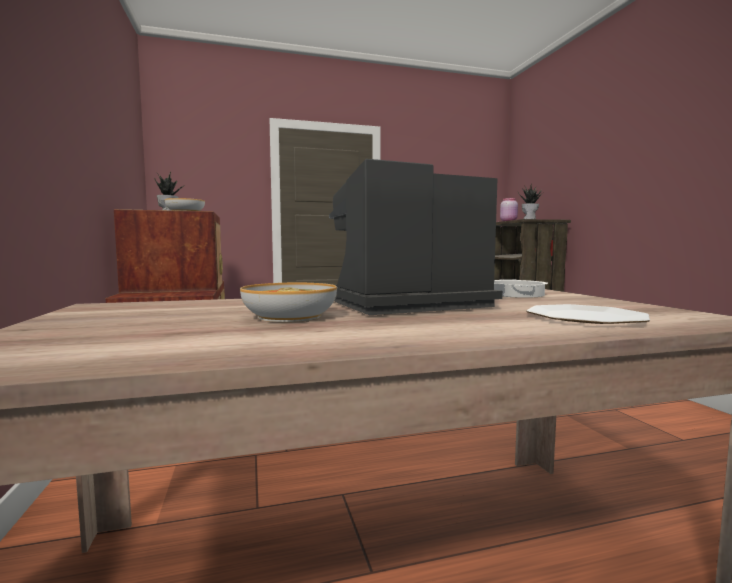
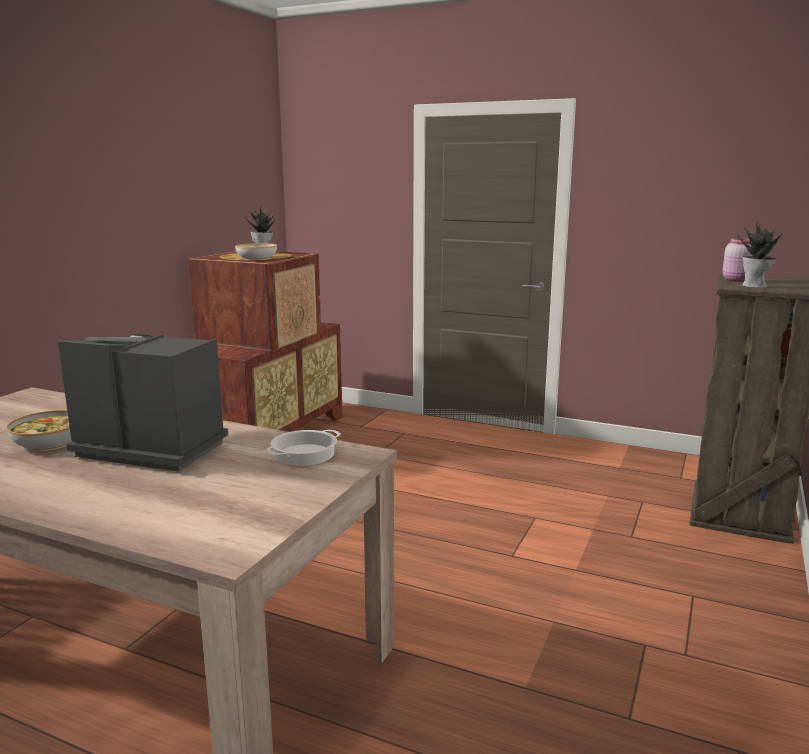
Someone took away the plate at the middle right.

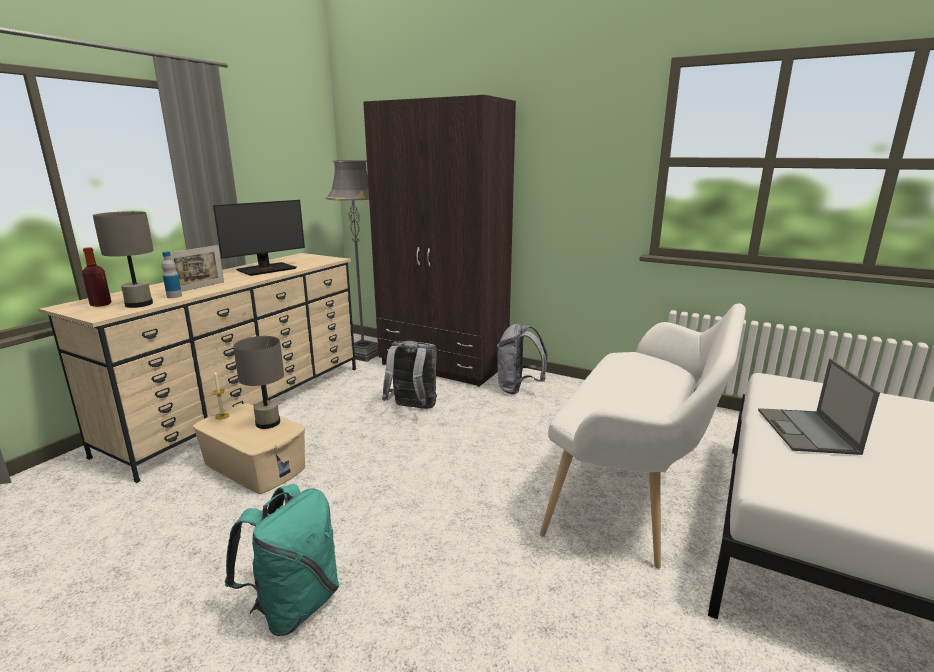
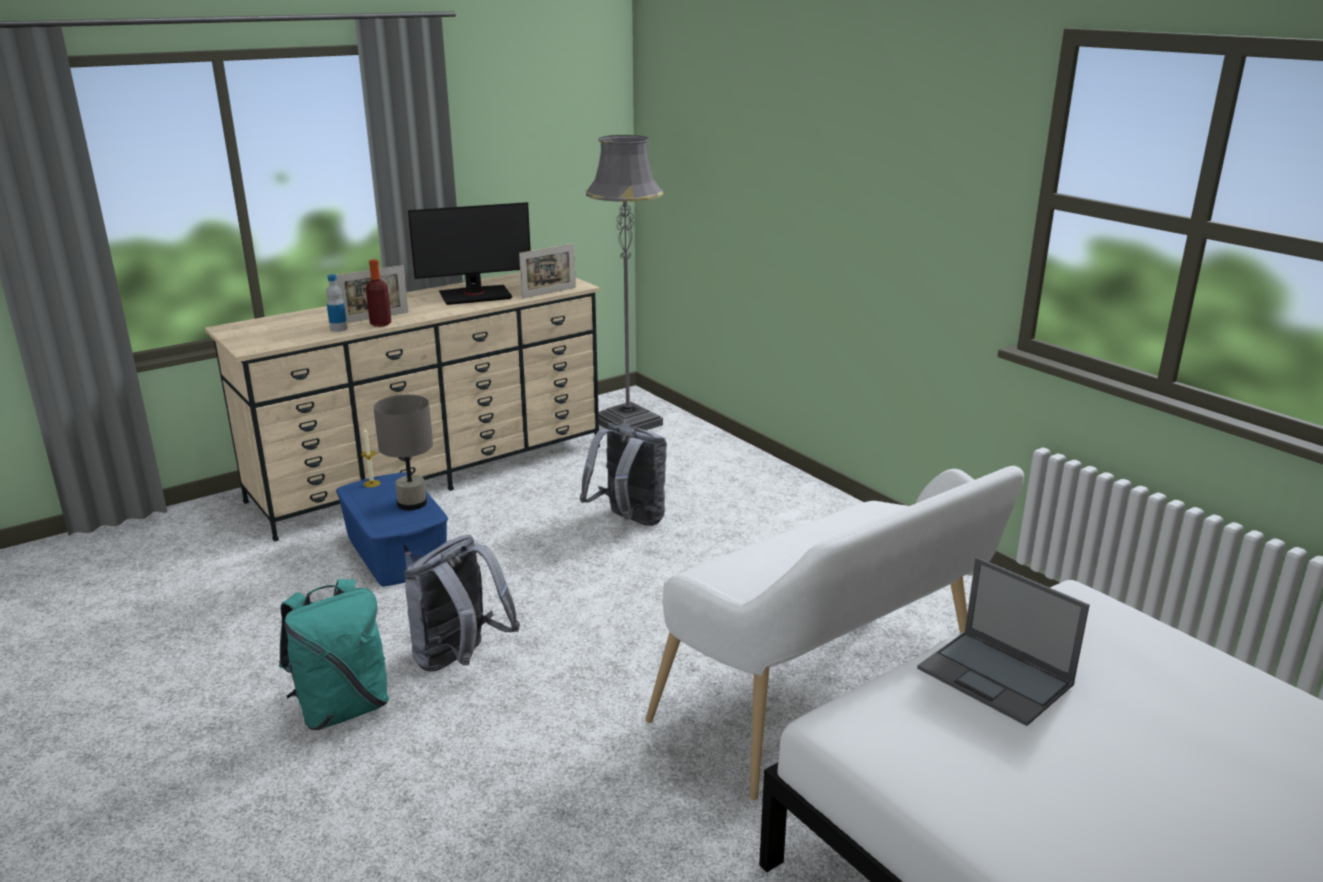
Someone took away the grey table lamp (1st from left) at the middle left.
Someone took away the brown-coloured wardrobe at the centre.
Someone put down the photo frame (2nd from left) at the top centre.
Someone carried the drink bottle (1st from left in the first image) from the middle left to the top left.
Someone carried the grey backpack (2nd from left in the first image) from the centre to the bottom centre.
Someone repainted the beige-coloured storage box at the bottom left, which became the blue storage box at the middle left.
Someone rotated the notebook computer at the middle right by 75 degrees counterclockwise.

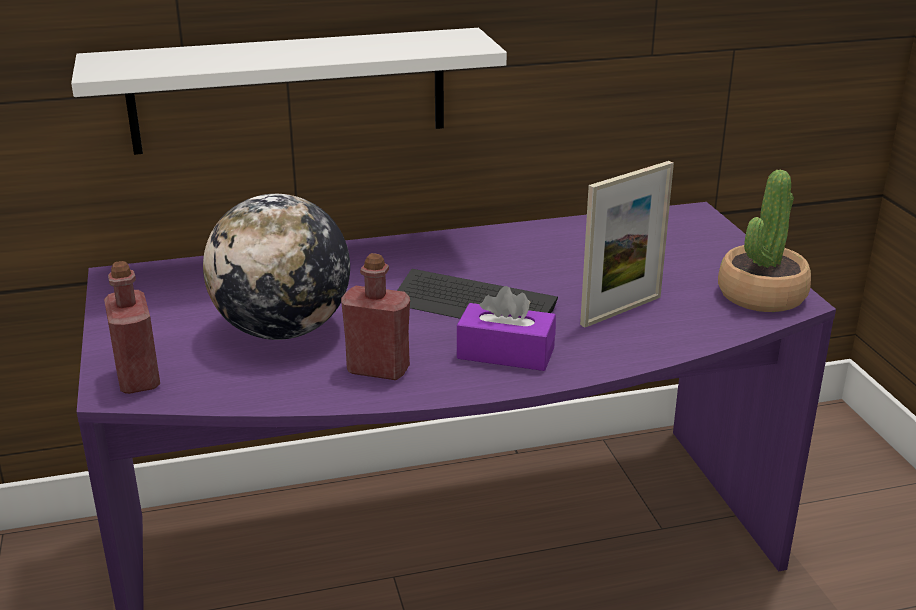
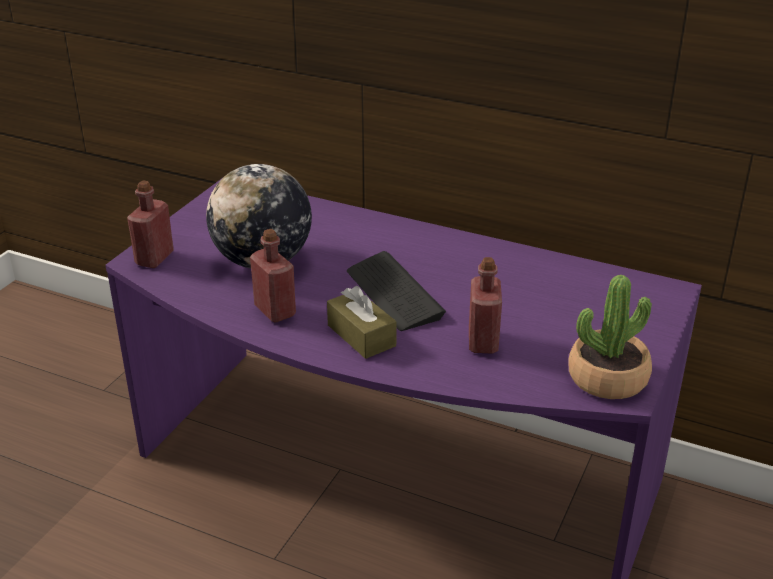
Someone took away the white bracket shelf at the top left.
Someone swapped the photo frame at the middle right for the reddish drink bottle (3rd from left) at the centre.
Someone repainted the purple tissue holder at the centre, which became the brown-coloured tissue holder at the centre.

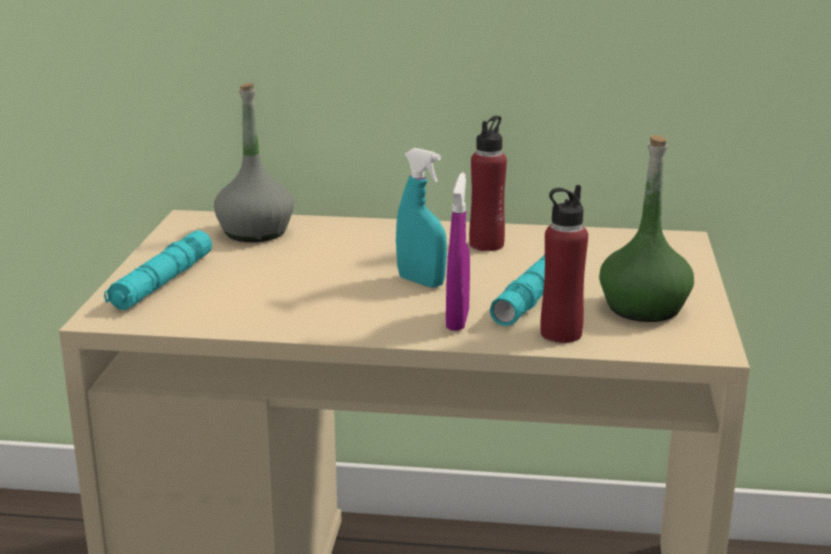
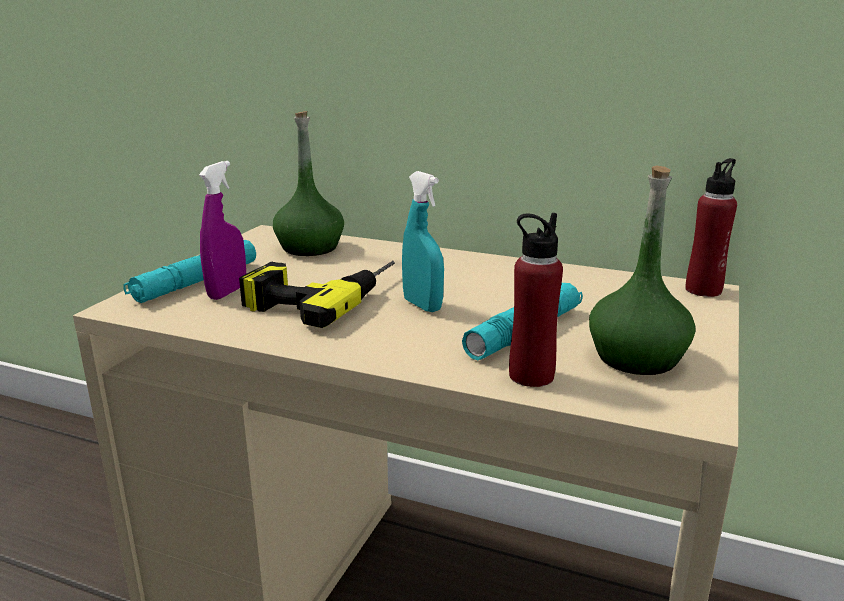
Someone put down the electric drill at the centre.
Someone carried the purple sprayer from the centre to the middle left.
Someone carried the reddish drink bottle (1st from left in the first image) from the top centre to the middle right.
Someone repainted the grey drink bottle at the top left, which became the green-coloured drink bottle (1st from left) at the top centre.

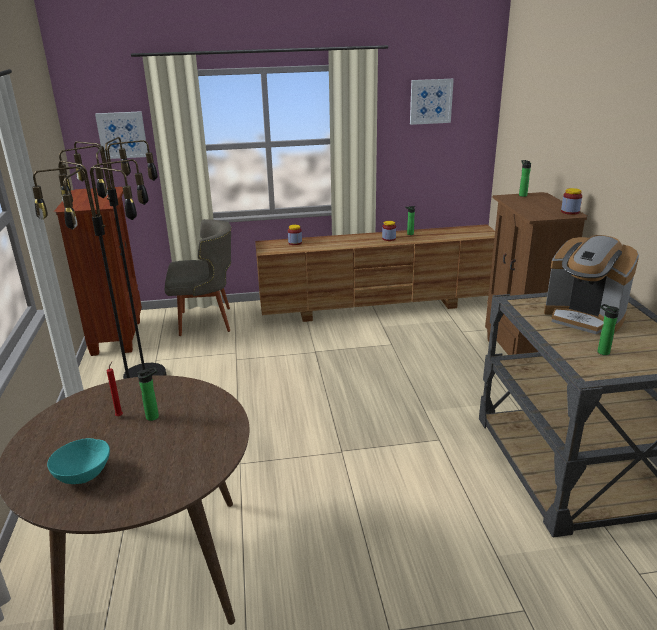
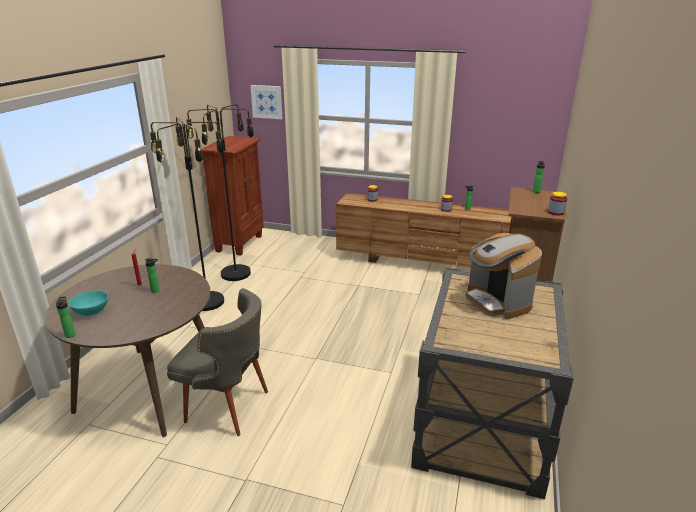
Someone took away the picture (2nd from left) at the top centre.
Someone carried the grey plain chair from the middle left to the bottom left.
Someone carried the drink bottle (4th from left in the first image) from the middle right to the middle left.

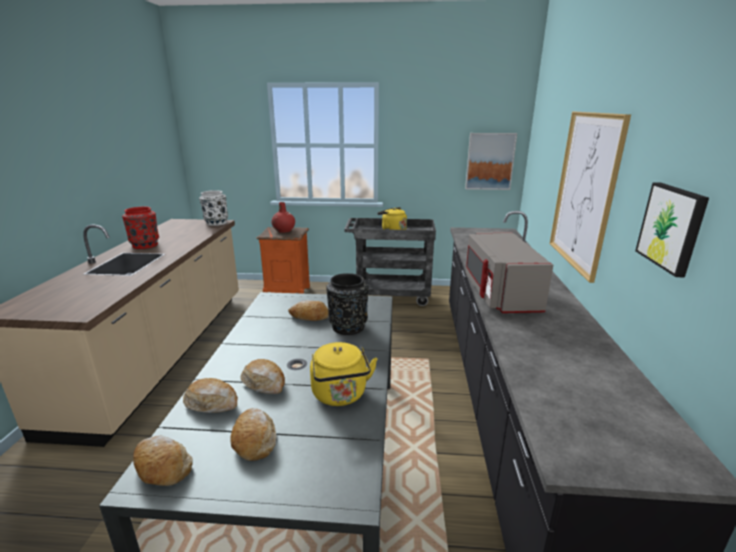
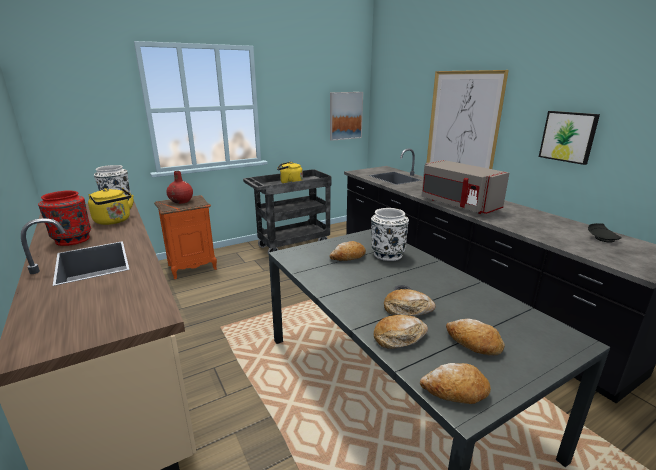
Someone put down the black-coloured plate at the middle right.
Someone carried the yellow tea kettle (1st from left) from the bottom centre to the middle left.
Someone repainted the black-coloured decorative vase at the centre, which became the white decorative vase (2nd from left) at the centre.

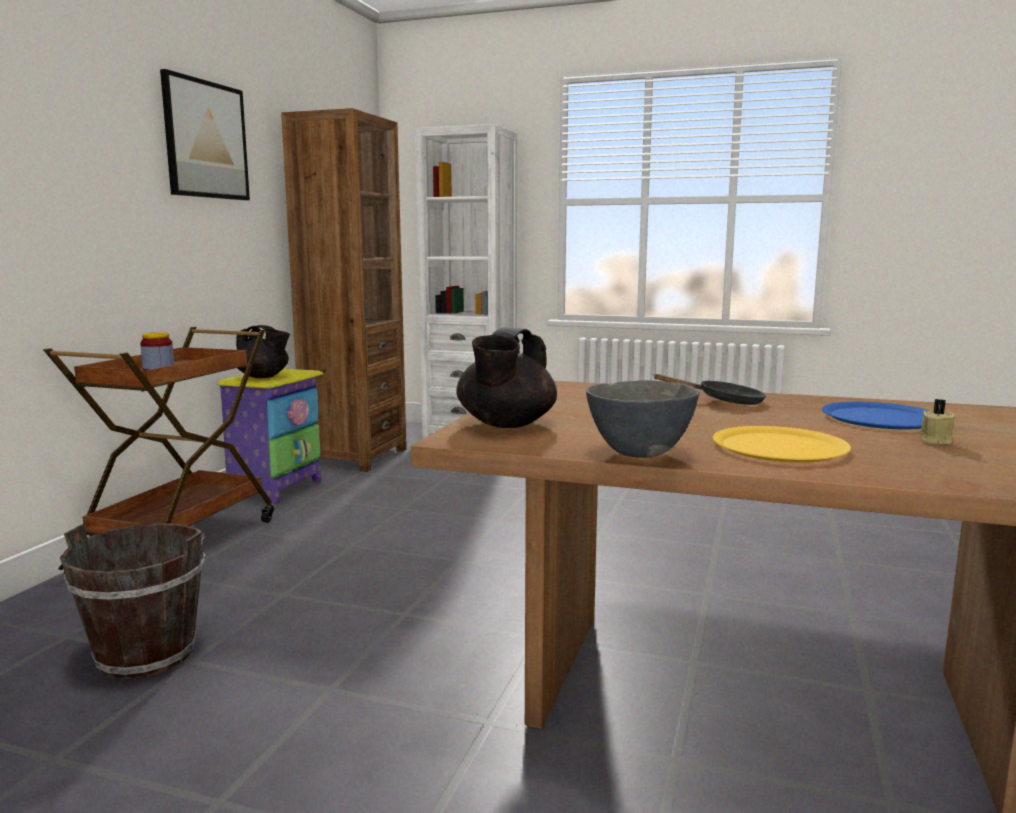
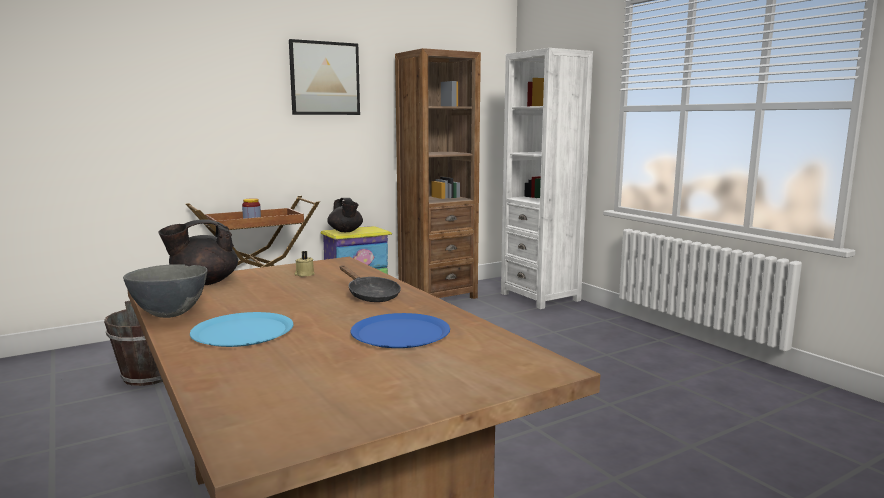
Someone carried the beige-coloured wax candle from the middle right to the centre.
Someone repainted the yellow plate at the middle right, which became the blue plate (1st from left) at the middle left.

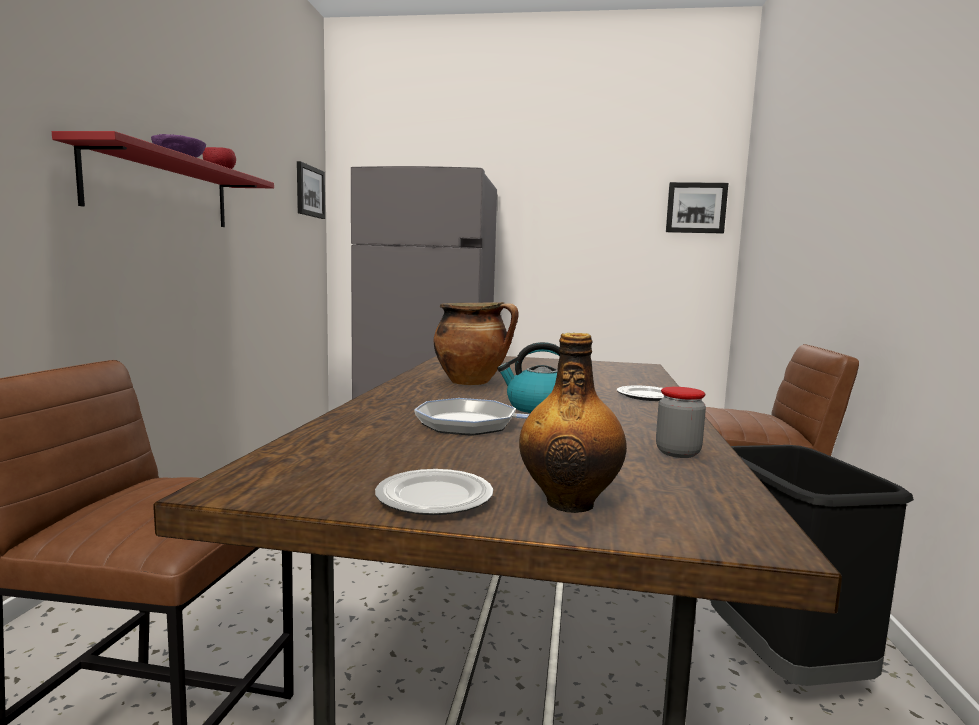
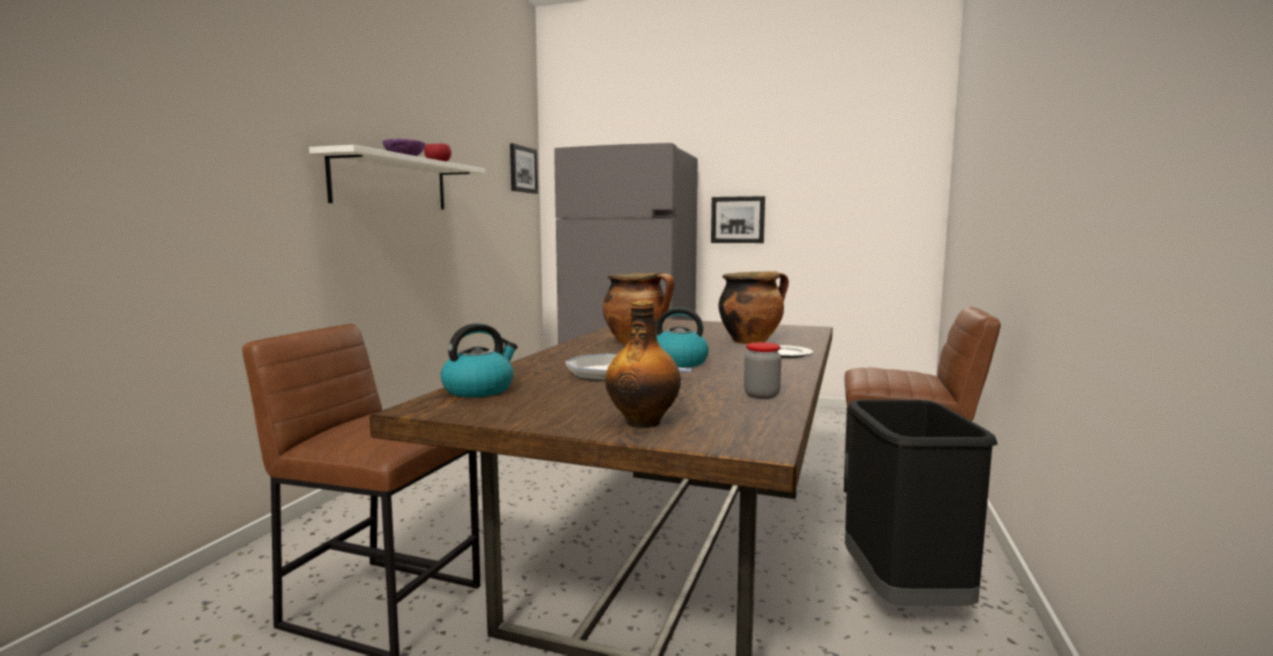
Someone took away the plate (1st from left) at the bottom centre.
Someone put down the tea kettle (1st from left) at the centre.
Someone put down the stockpot (2nd from left) at the centre.
Someone carried the picture (2nd from left) from the top right to the centre.
Someone repainted the reddish bracket shelf at the top left, which became the white bracket shelf at the top left.

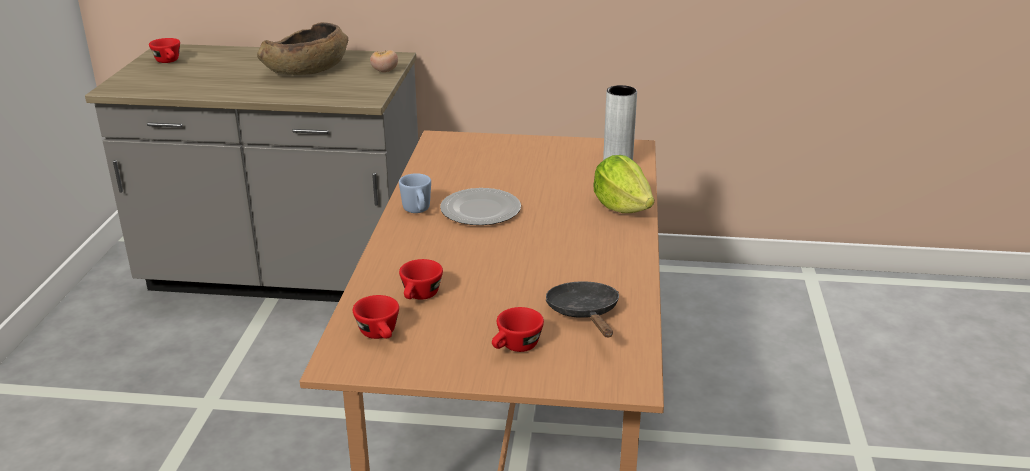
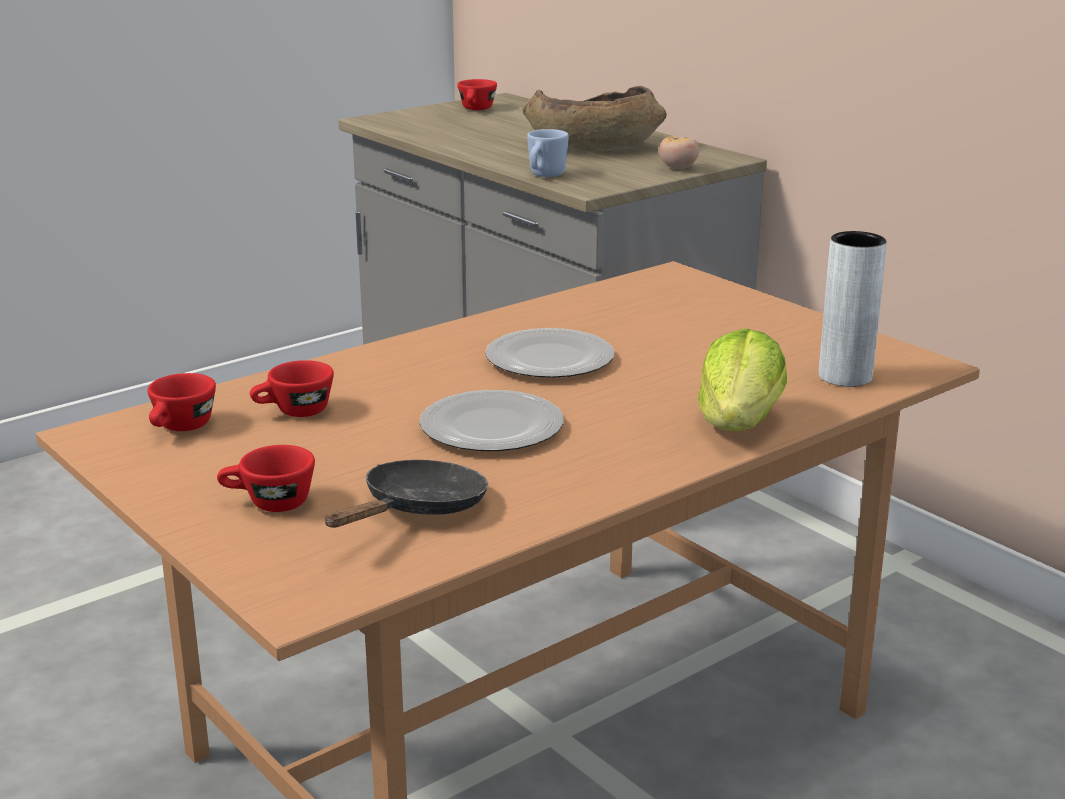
Someone put down the plate (1st from left) at the centre.
Someone carried the blue coffee mug from the centre to the top centre.

